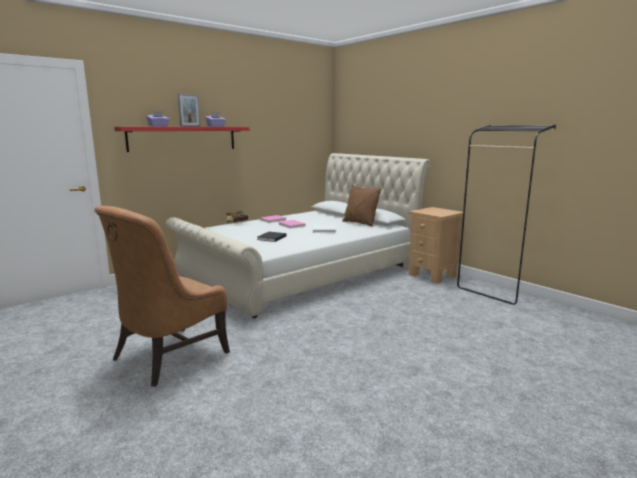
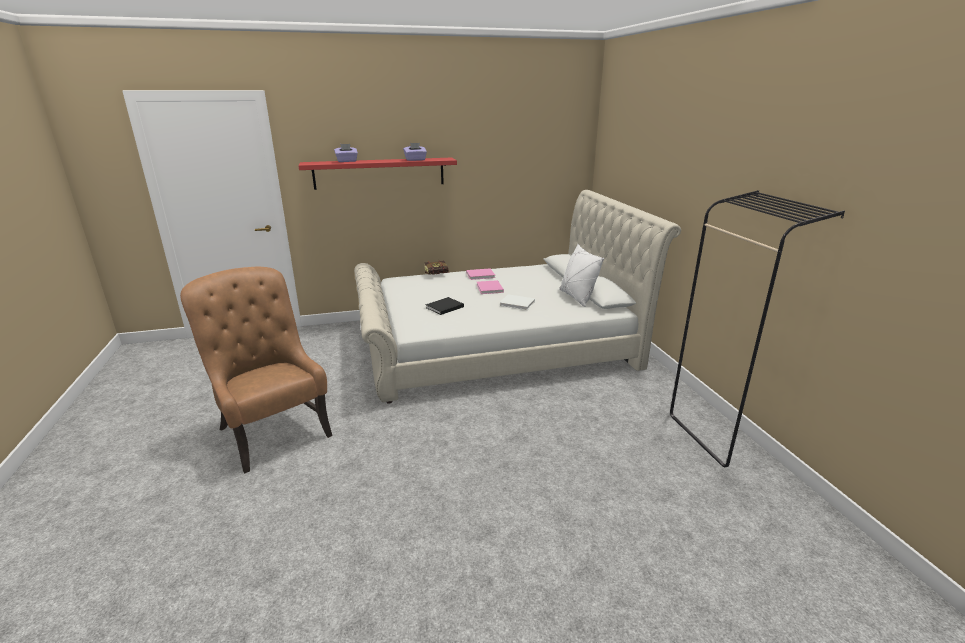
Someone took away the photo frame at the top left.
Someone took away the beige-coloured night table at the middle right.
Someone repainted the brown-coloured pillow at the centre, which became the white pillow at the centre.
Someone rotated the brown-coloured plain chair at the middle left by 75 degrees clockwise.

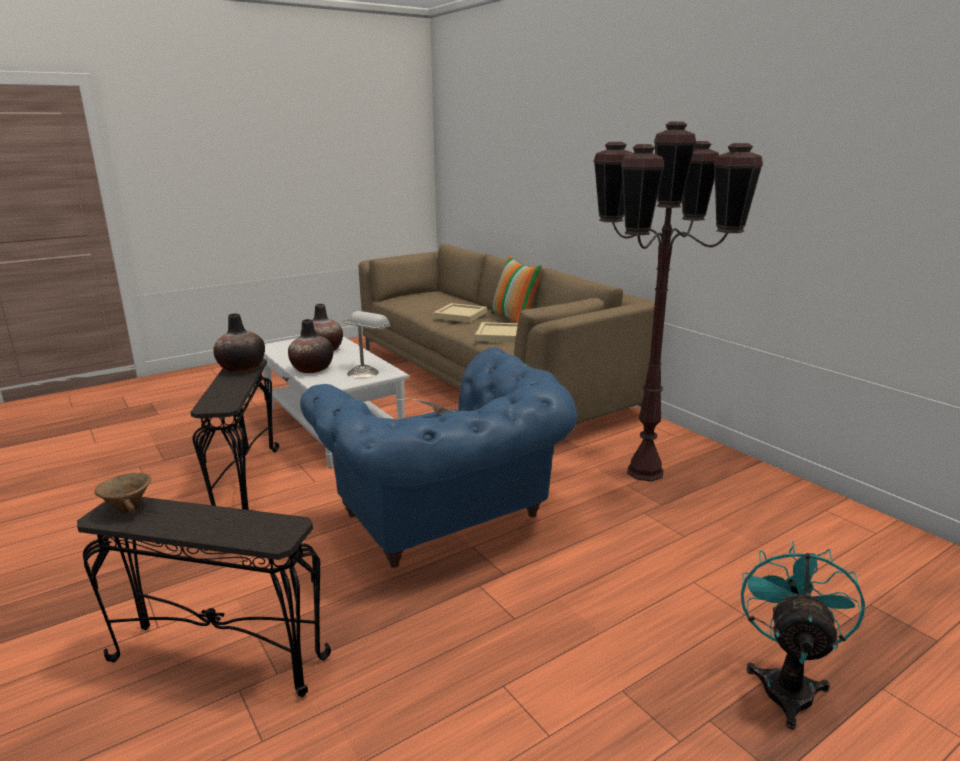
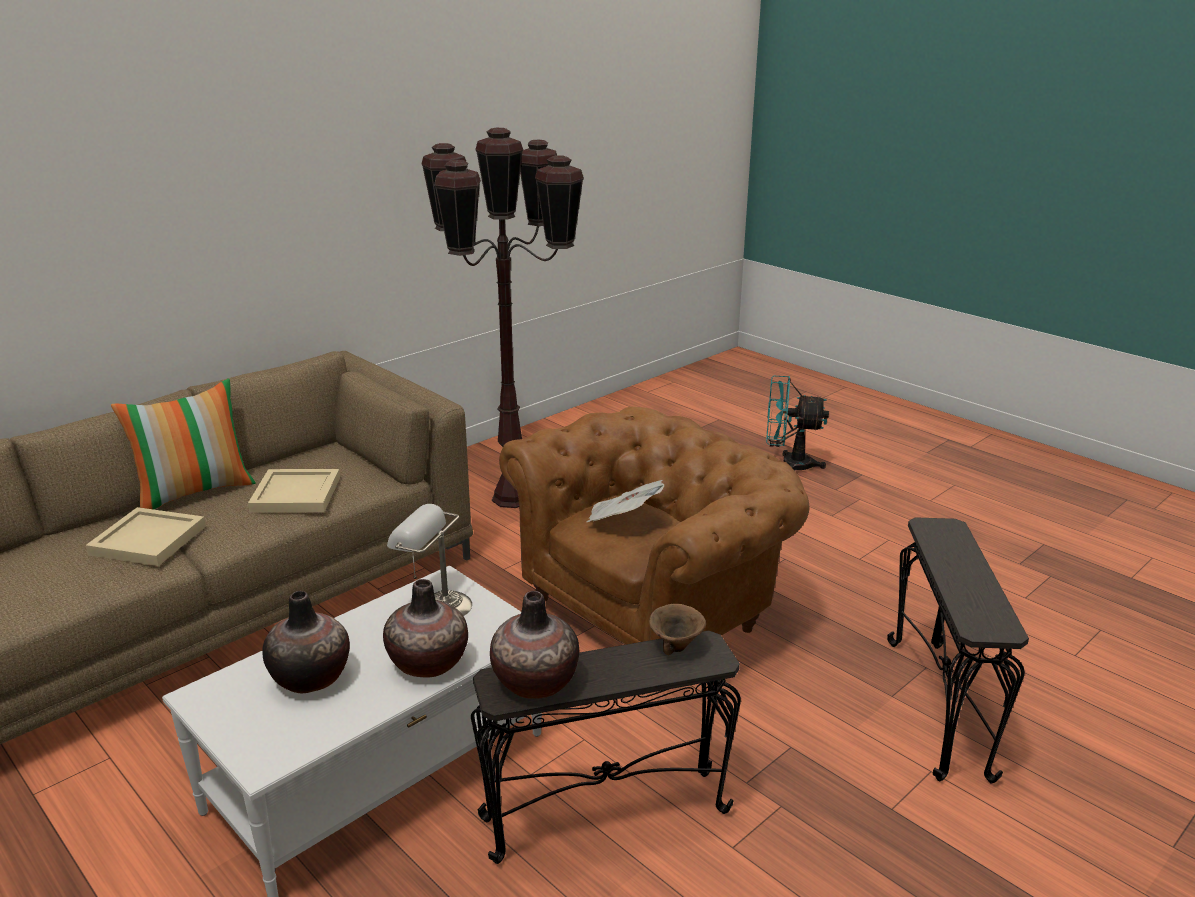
Someone carried the brown-coloured bowl from the middle left to the bottom centre.
Someone repainted the blue armchair at the centre, which became the brown-coloured armchair at the centre.

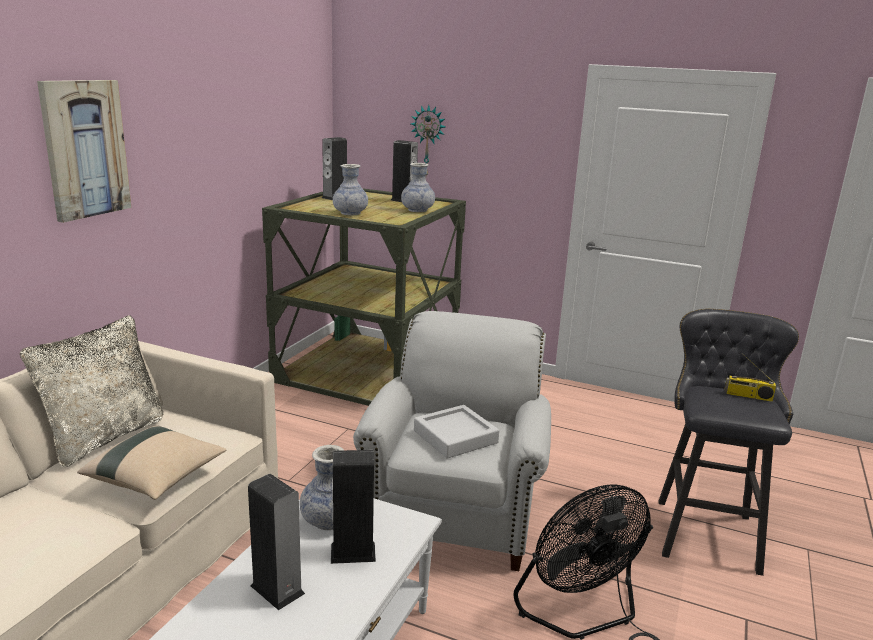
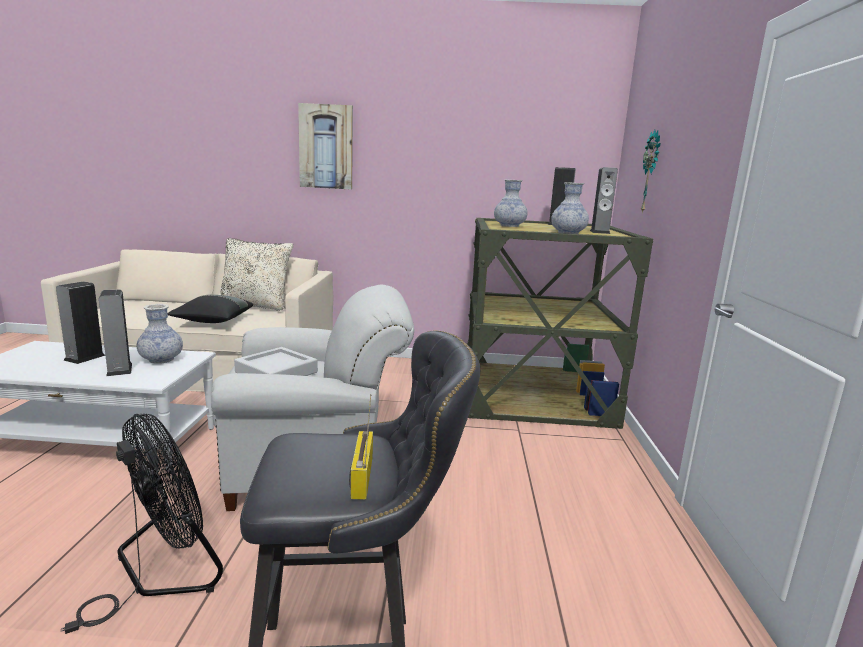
Someone repainted the beige-coloured pillow (2nd from left) at the bottom left, which became the black-coloured pillow at the middle left.

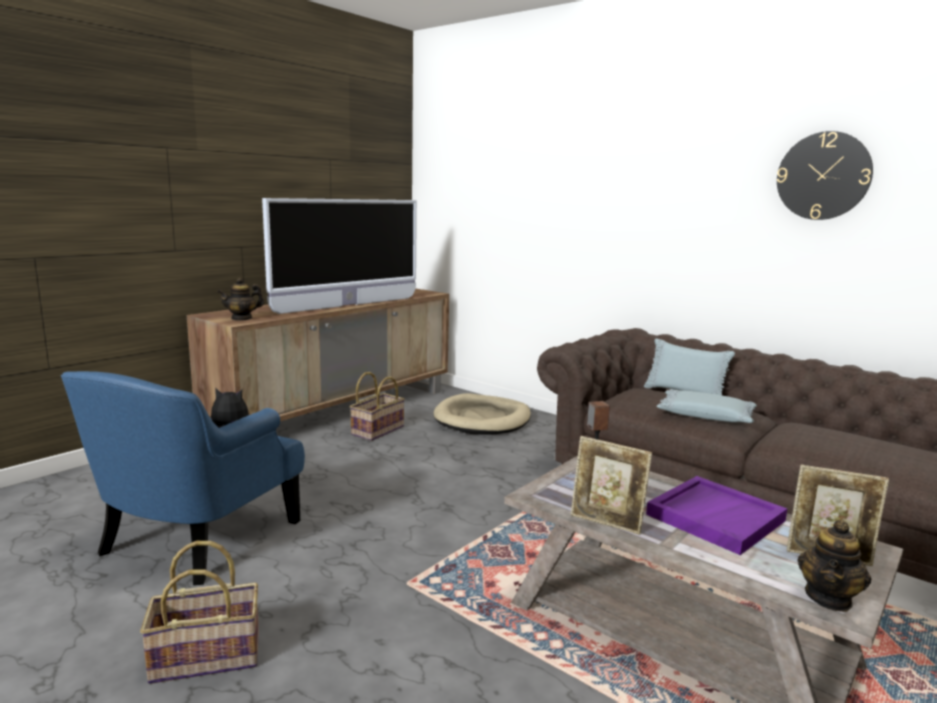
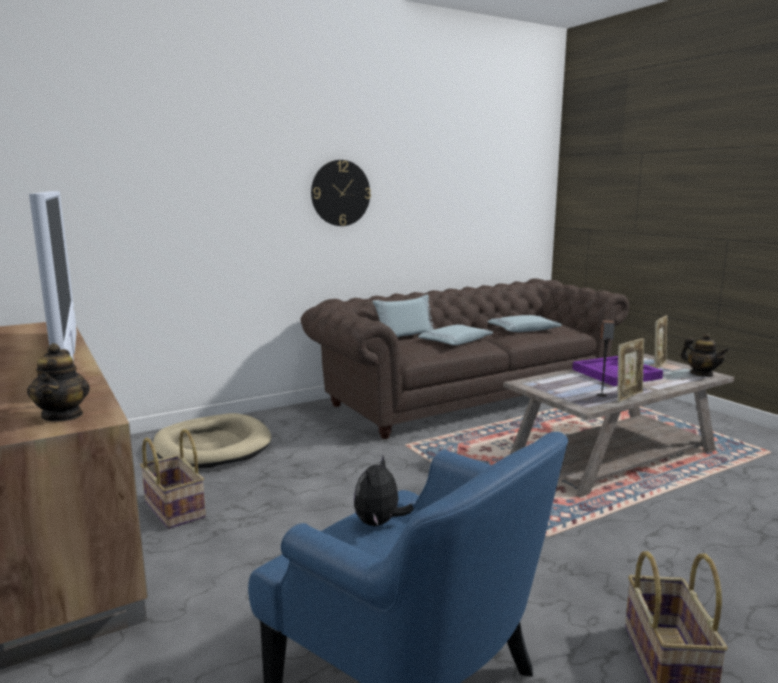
Someone put down the blue pillow (3rd from left) at the middle right.
Someone carried the wall clock from the top right to the top centre.

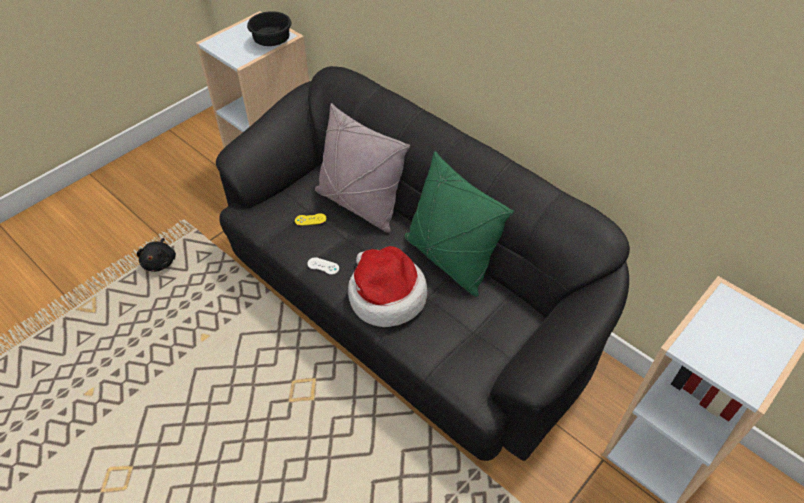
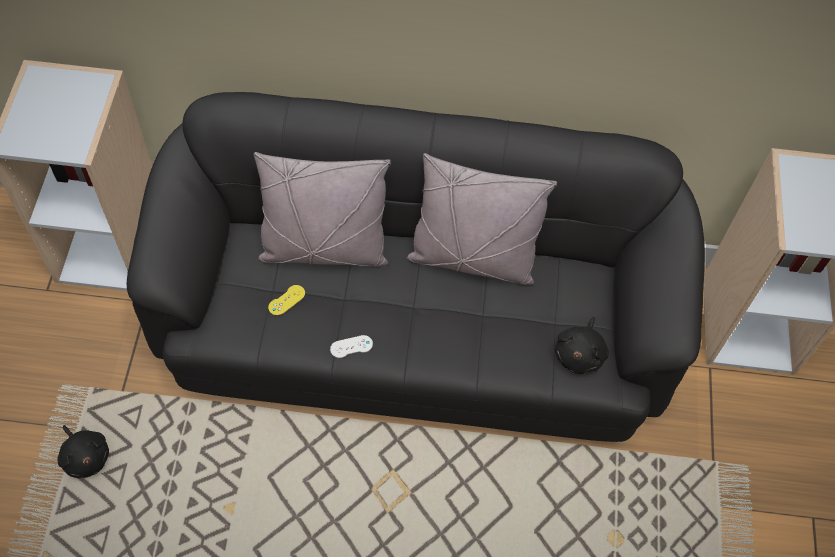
Someone took away the black-coloured bowl at the top centre.
Someone took away the hat at the centre.
Someone put down the black-coloured soft toy (2nd from left) at the middle right.
Someone repainted the green-coloured pillow at the centre, which became the purple pillow (2nd from left) at the centre.

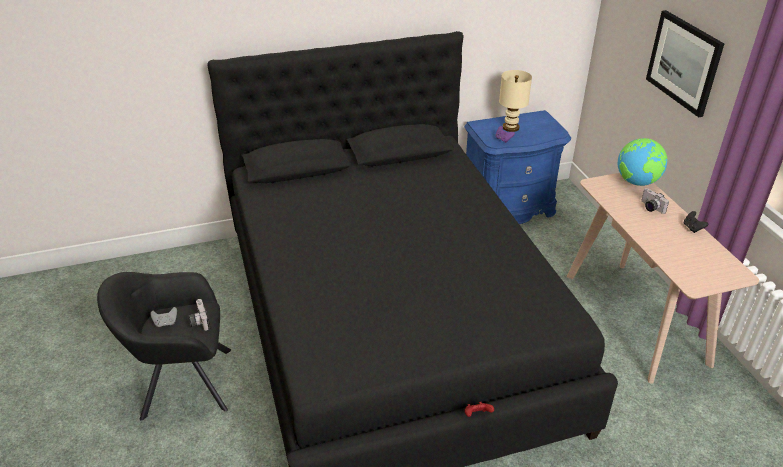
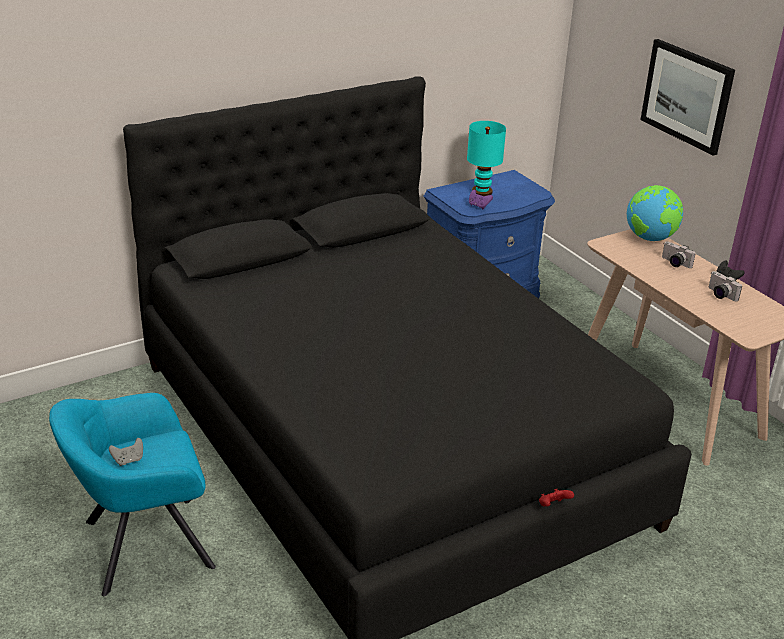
Someone carried the photo camera (1st from left in the first image) from the bottom left to the middle right.
Someone repainted the black-coloured armchair at the bottom left, which became the turquoise armchair at the bottom left.
Someone repainted the beige-coloured table lamp at the top centre, which became the turquoise table lamp at the top centre.

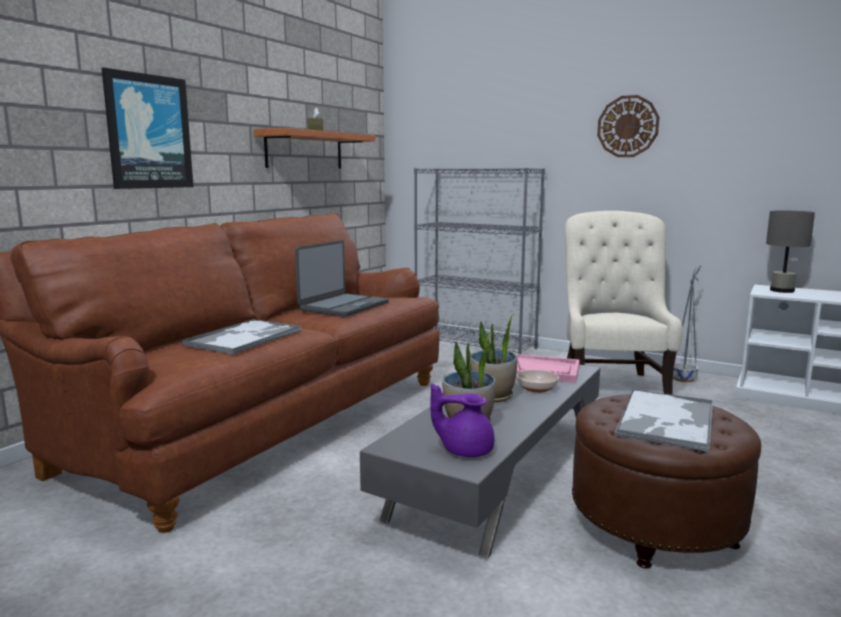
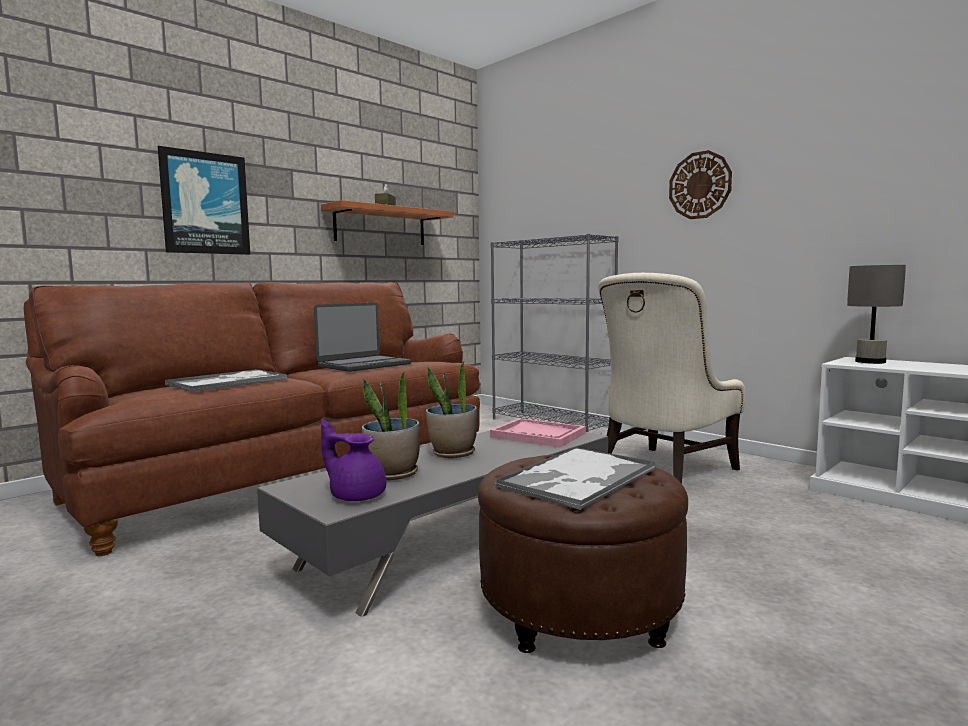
Someone took away the bowl at the centre.
Someone took away the grey planter at the middle right.
Someone rotated the beige-coloured armchair at the middle right by 150 degrees counterclockwise.

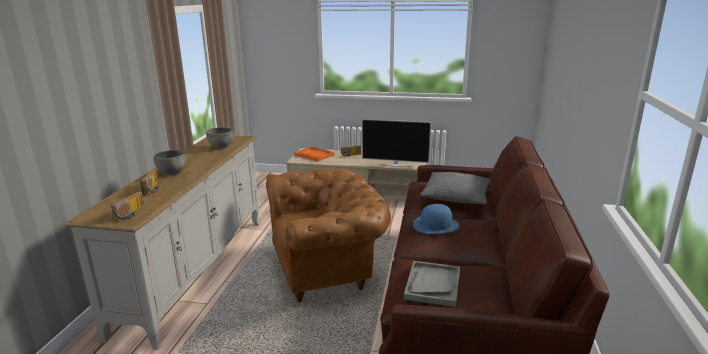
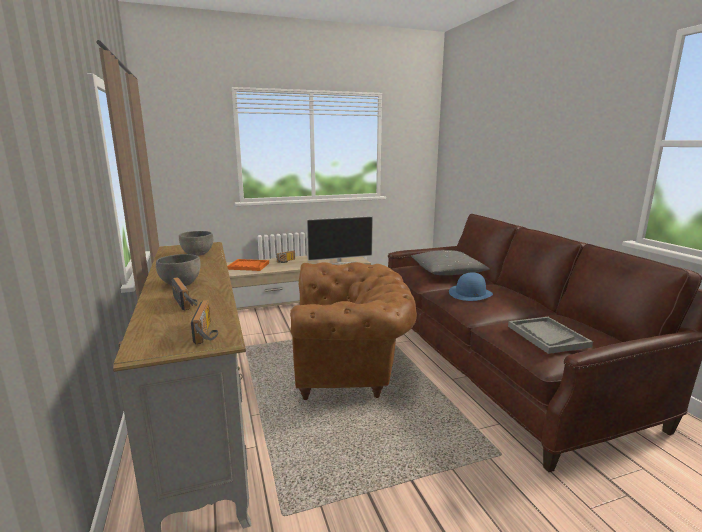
Someone rotated the brown-coloured armchair at the centre by 45 degrees clockwise.

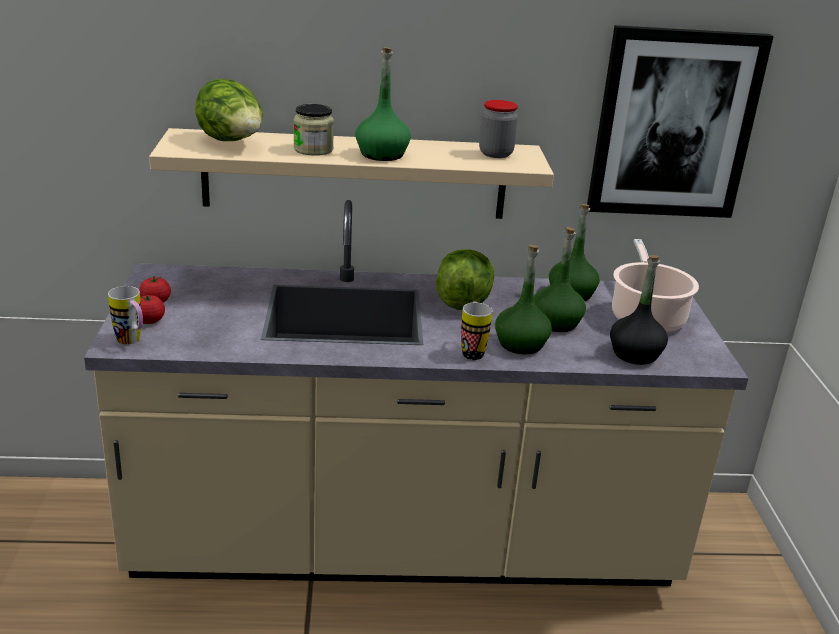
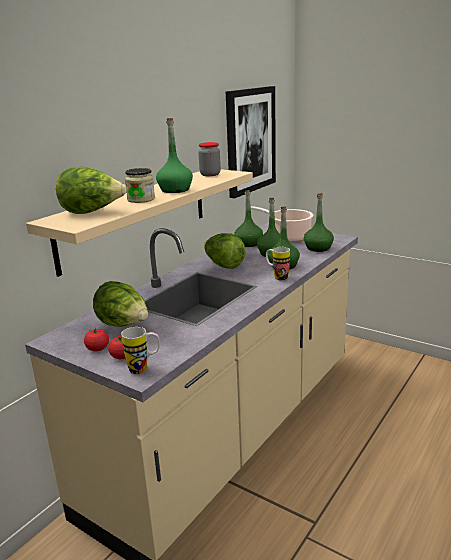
Someone put down the lettuce (2nd from left) at the middle left.
Someone repainted the black-coloured drink bottle at the middle right, which became the green-coloured drink bottle (5th from left) at the middle right.

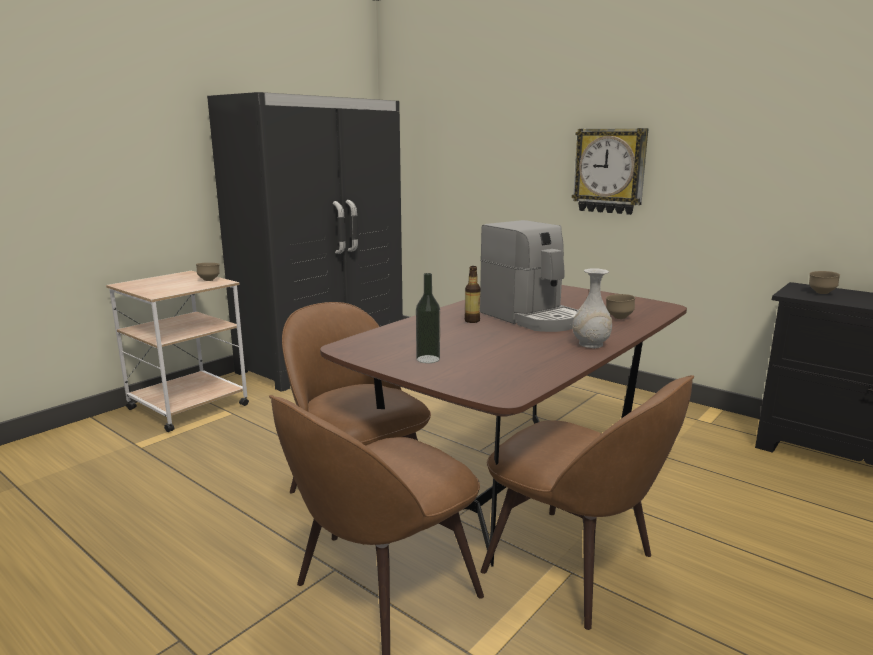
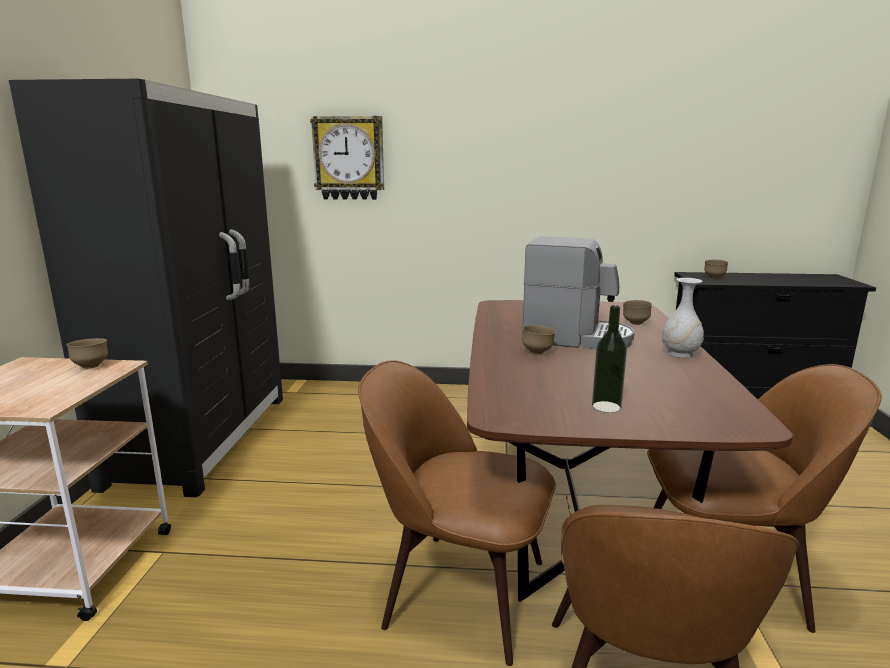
Someone carried the wall clock from the top right to the top centre.
Someone swapped the drink bottle (2nd from left) at the centre for the brown-coloured bowl (2nd from left) at the centre.

